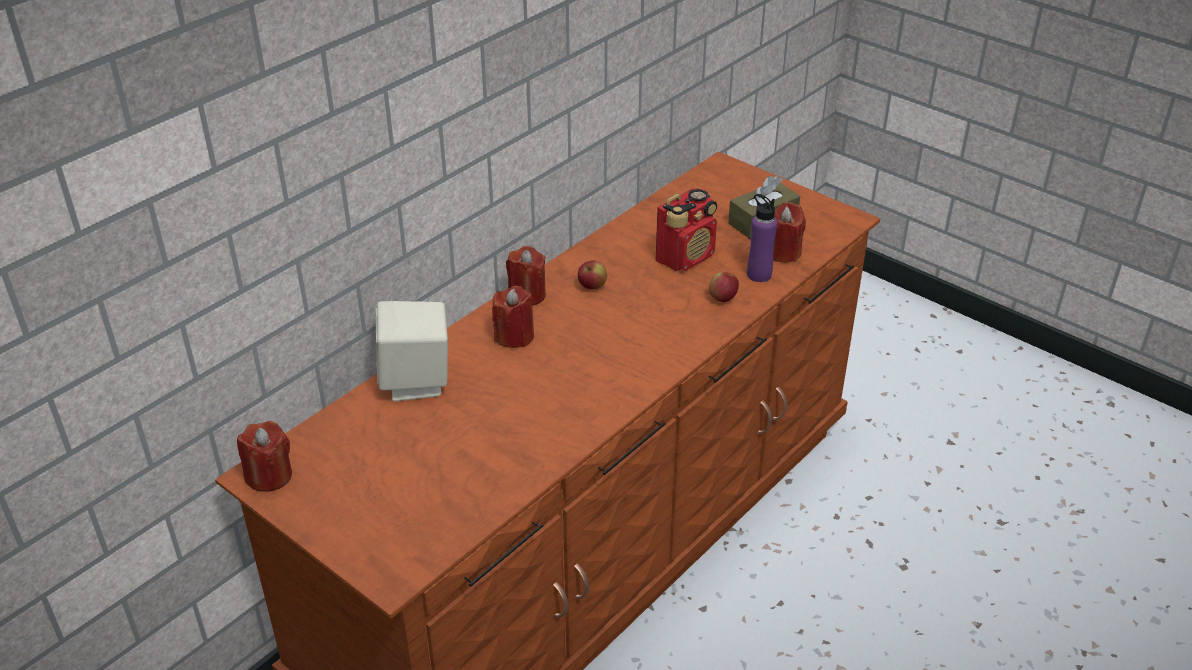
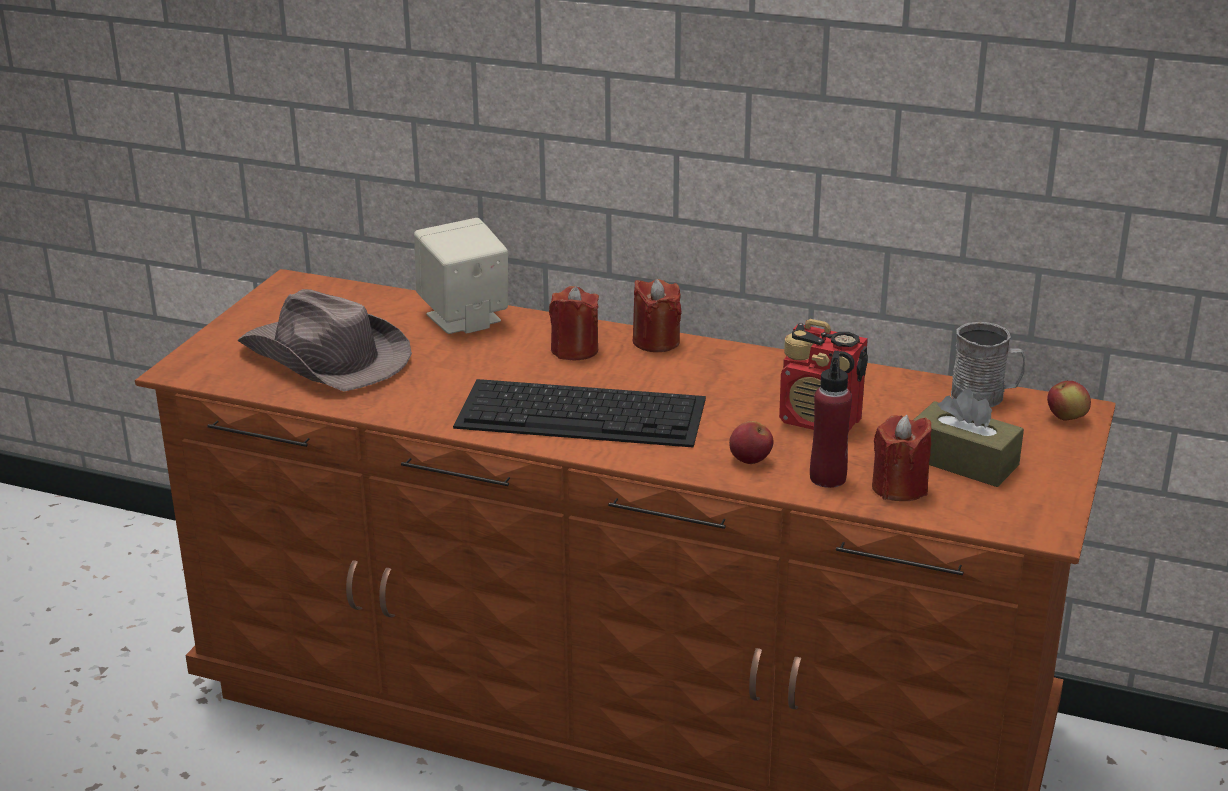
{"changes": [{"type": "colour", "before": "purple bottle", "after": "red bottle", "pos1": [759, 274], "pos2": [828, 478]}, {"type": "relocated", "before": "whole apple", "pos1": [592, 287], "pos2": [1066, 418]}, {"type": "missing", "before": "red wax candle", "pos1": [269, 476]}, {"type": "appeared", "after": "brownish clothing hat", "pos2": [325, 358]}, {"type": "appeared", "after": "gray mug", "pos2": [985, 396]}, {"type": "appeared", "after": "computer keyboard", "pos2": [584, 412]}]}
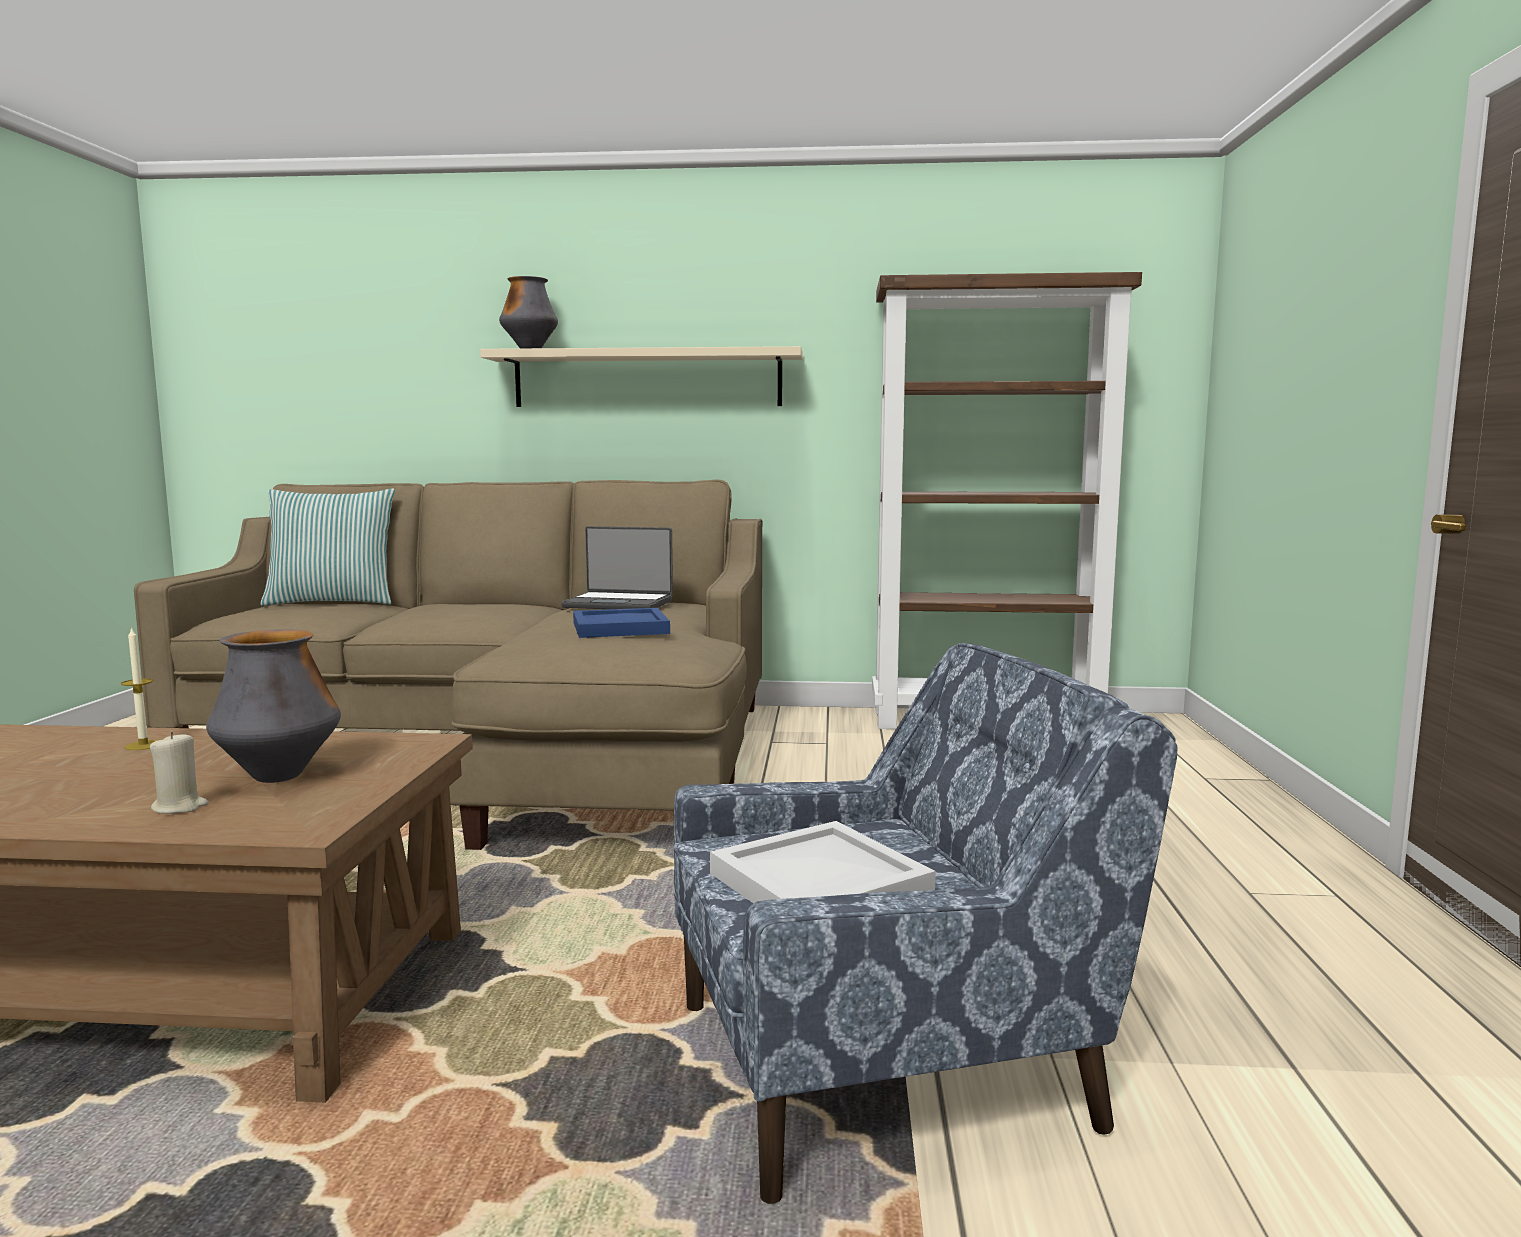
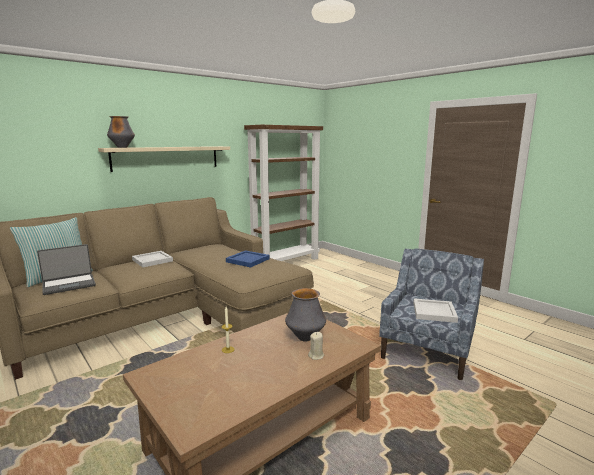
{"changes": [{"type": "relocated", "before": "laptop", "pos1": [619, 604], "pos2": [69, 285]}, {"type": "appeared", "after": "white-coloured tray", "pos2": [152, 260]}]}
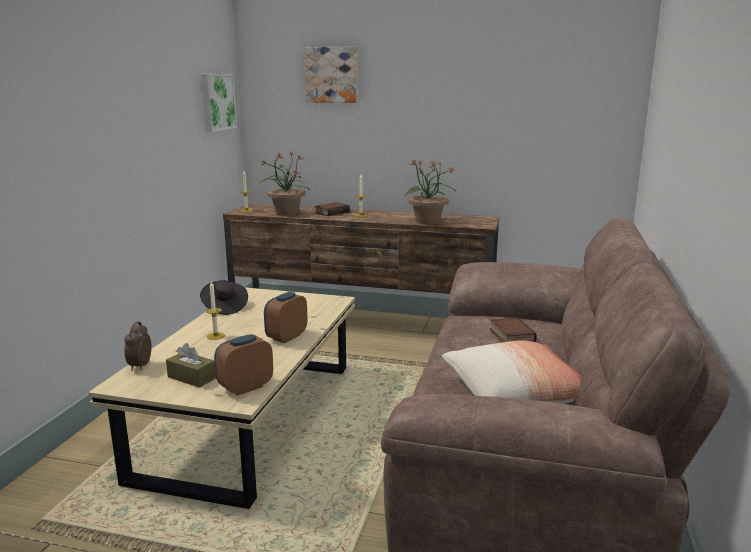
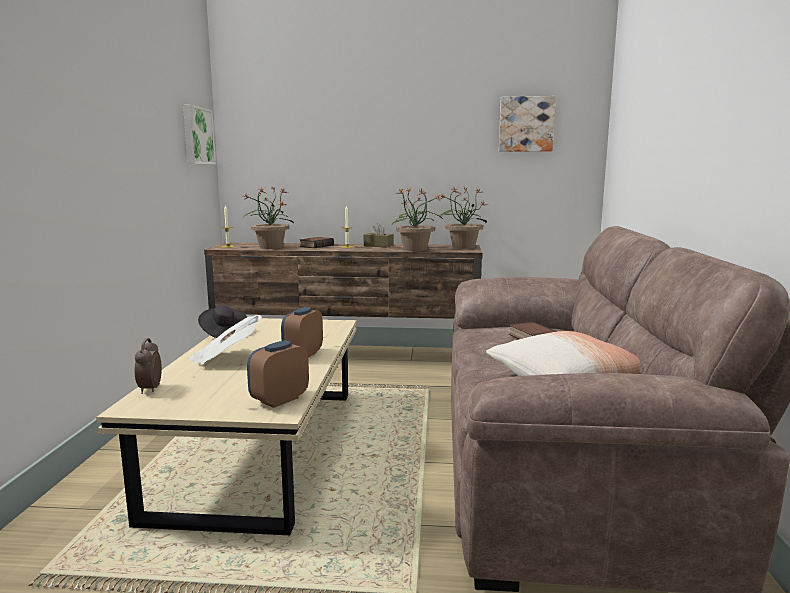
{"changes": [{"type": "relocated", "before": "wall picture", "pos1": [332, 75], "pos2": [526, 124]}, {"type": "exchanged", "before": "wax candle", "after": "newspaper", "pos1": [215, 336], "pos2": [225, 358]}, {"type": "relocated", "before": "brownish tissue holder", "pos1": [192, 377], "pos2": [378, 246]}, {"type": "appeared", "after": "houseplant", "pos2": [462, 247]}]}
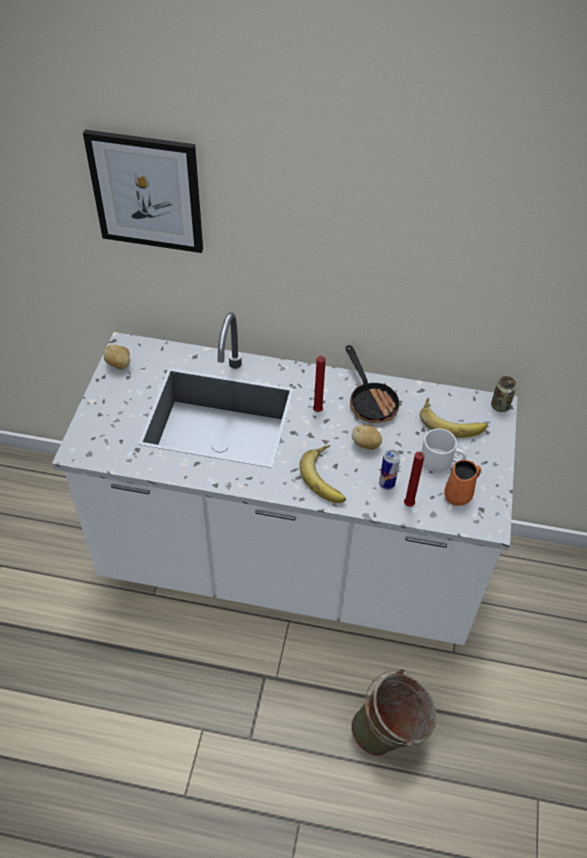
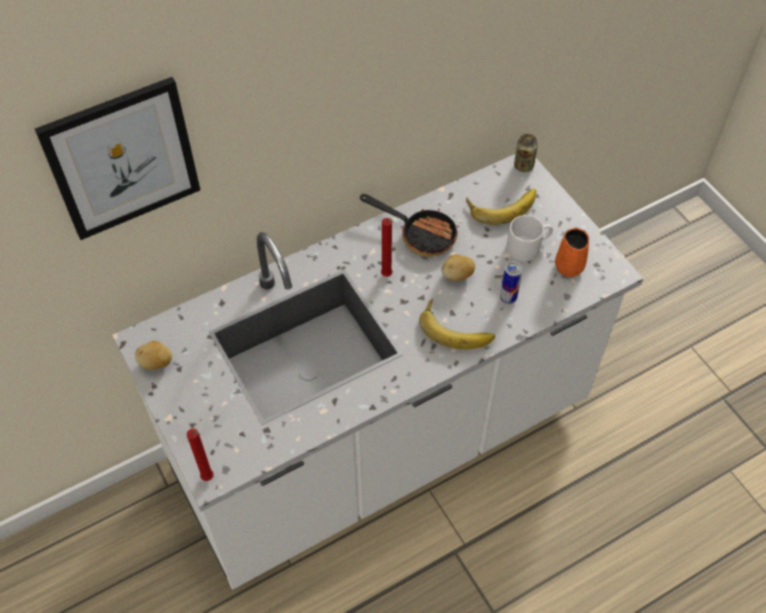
{"changes": [{"type": "relocated", "before": "red wax candle", "pos1": [409, 506], "pos2": [209, 478]}, {"type": "missing", "before": "green-coloured water bucket", "pos1": [390, 735]}]}
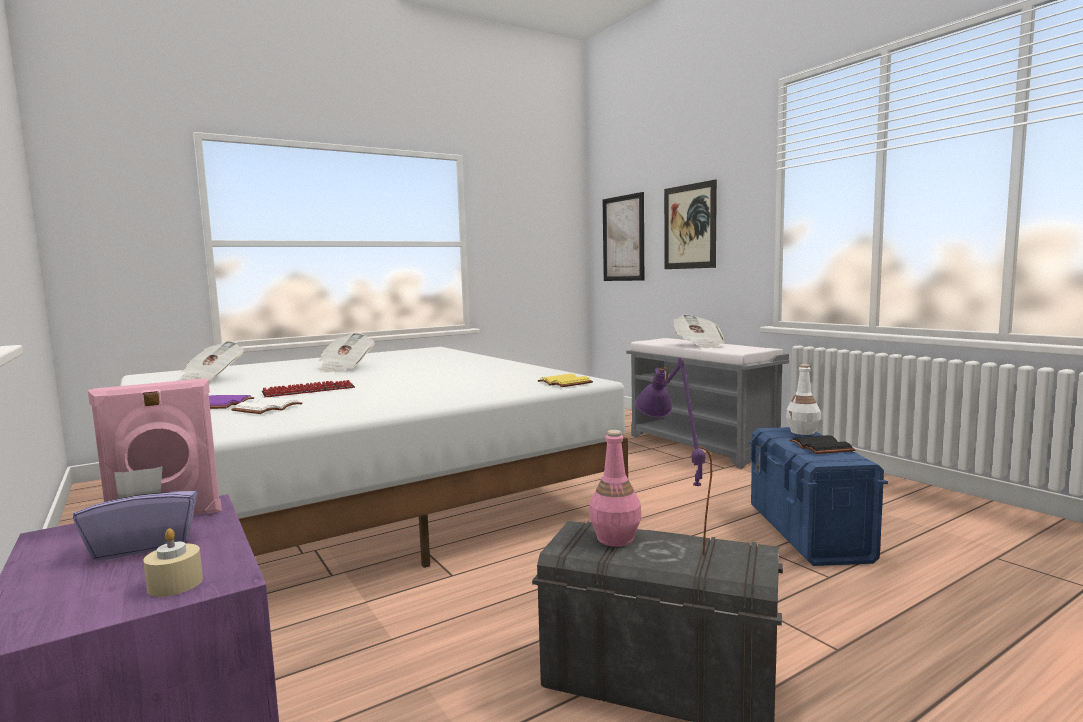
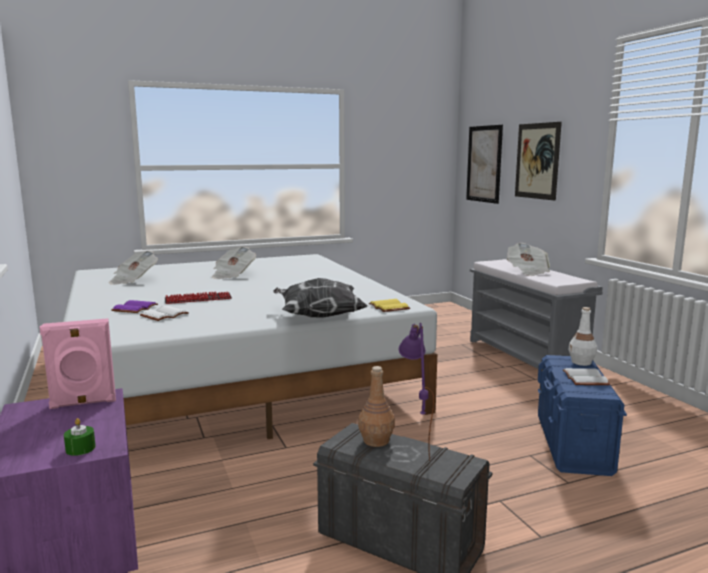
{"changes": [{"type": "colour", "before": "pink bottle", "after": "brownish bottle", "pos1": [614, 539], "pos2": [375, 441]}, {"type": "colour", "before": "blackish bound book", "after": "white-coloured bound book", "pos1": [823, 447], "pos2": [586, 379]}, {"type": "missing", "before": "purple tissue holder", "pos1": [145, 545]}, {"type": "colour", "before": "sand-coloured wax candle", "after": "green-coloured wax candle", "pos1": [175, 584], "pos2": [80, 448]}, {"type": "appeared", "after": "cushion", "pos2": [318, 317]}]}
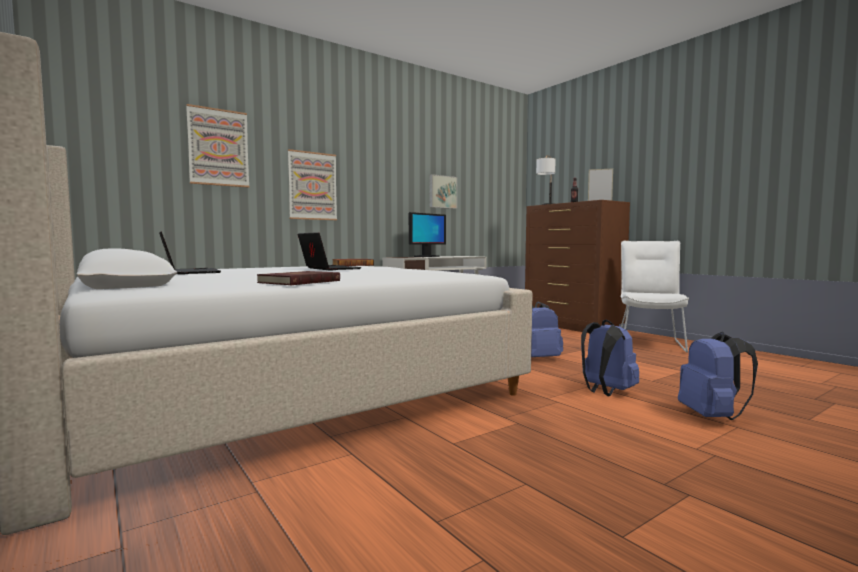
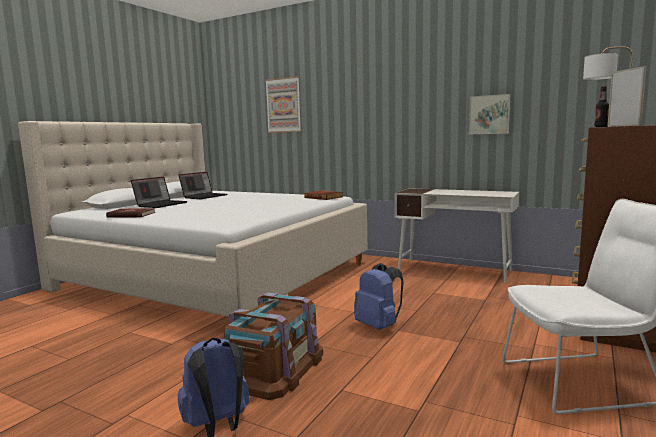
{"changes": [{"type": "missing", "before": "wall picture", "pos1": [312, 186]}, {"type": "missing", "before": "computer screen", "pos1": [426, 256]}, {"type": "relocated", "before": "laptop", "pos1": [328, 269], "pos2": [161, 204]}, {"type": "exchanged", "before": "bluish knapsack", "after": "brownish storage box", "pos1": [605, 392], "pos2": [274, 367]}]}
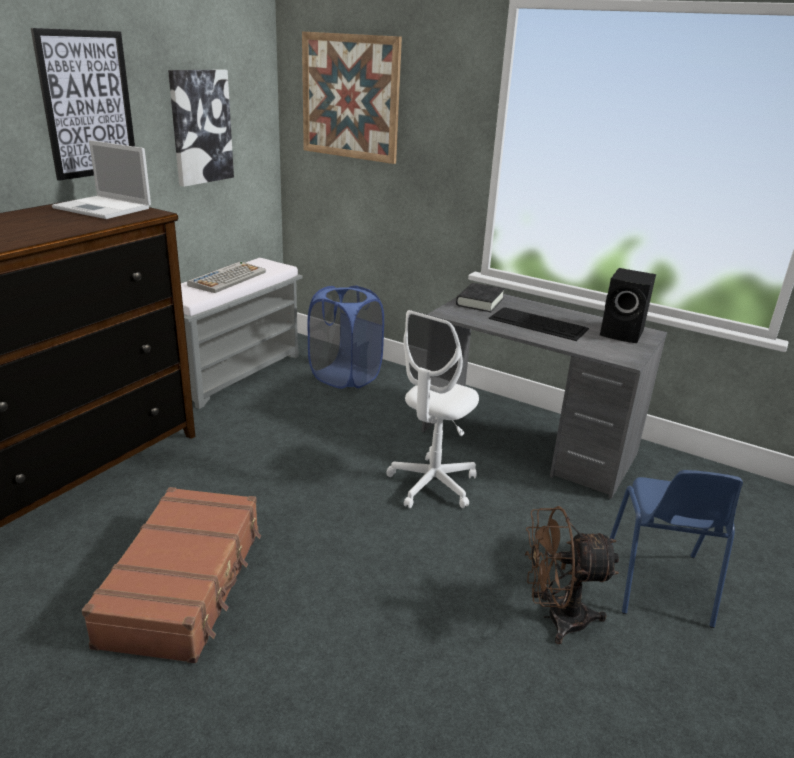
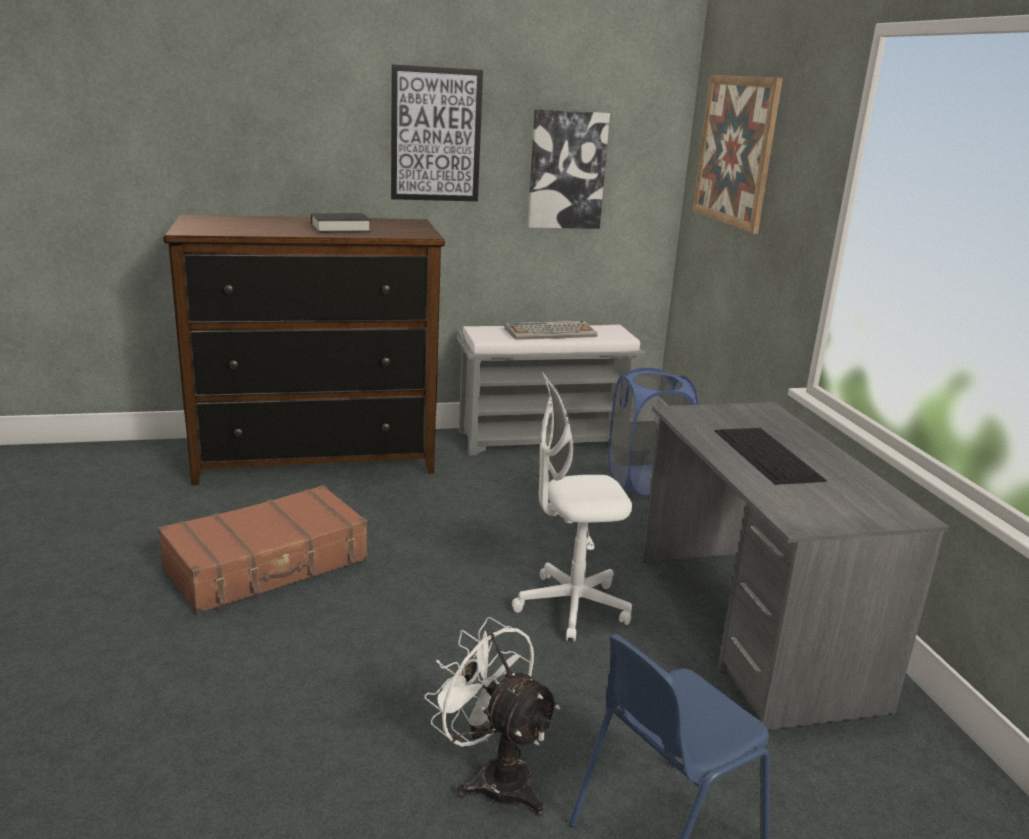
{"changes": [{"type": "missing", "before": "laptop", "pos1": [104, 208]}, {"type": "missing", "before": "blackish audio speaker", "pos1": [623, 333]}, {"type": "relocated", "before": "blackish bound book", "pos1": [480, 302], "pos2": [340, 228]}, {"type": "colour", "before": "brownish cooling fan", "after": "white-coloured cooling fan", "pos1": [556, 618], "pos2": [493, 777]}]}
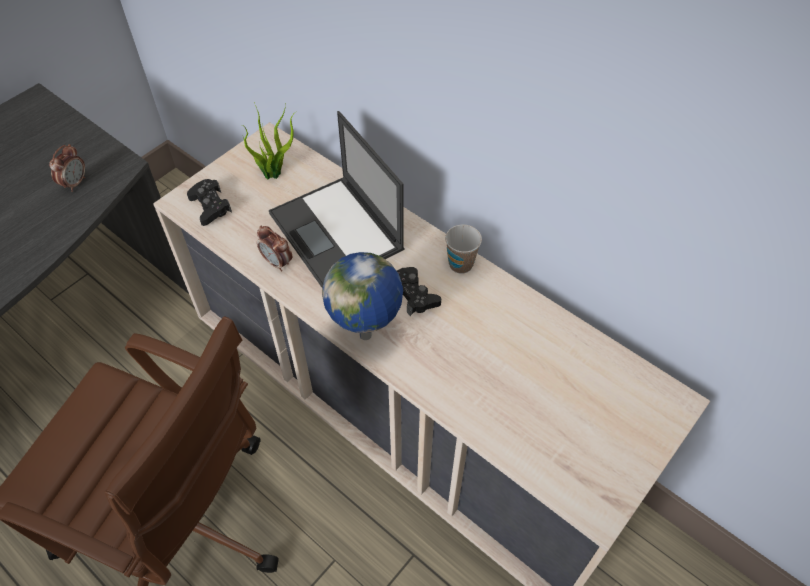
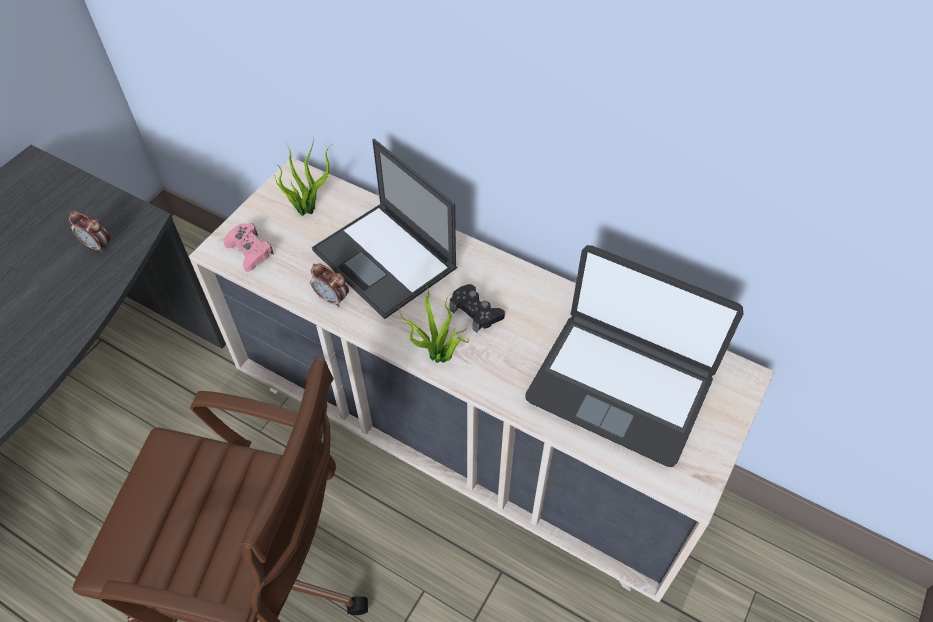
{"changes": [{"type": "spun", "before": "bedside clock", "pos1": [75, 183], "pos2": [98, 246], "turn": 105}, {"type": "colour", "before": "blackish game controller", "after": "pink game controller", "pos1": [210, 206], "pos2": [249, 251]}, {"type": "missing", "before": "small cup", "pos1": [460, 264]}, {"type": "exchanged", "before": "world globe", "after": "houseplant", "pos1": [367, 335], "pos2": [439, 358]}, {"type": "appeared", "after": "laptop", "pos2": [620, 386]}]}
